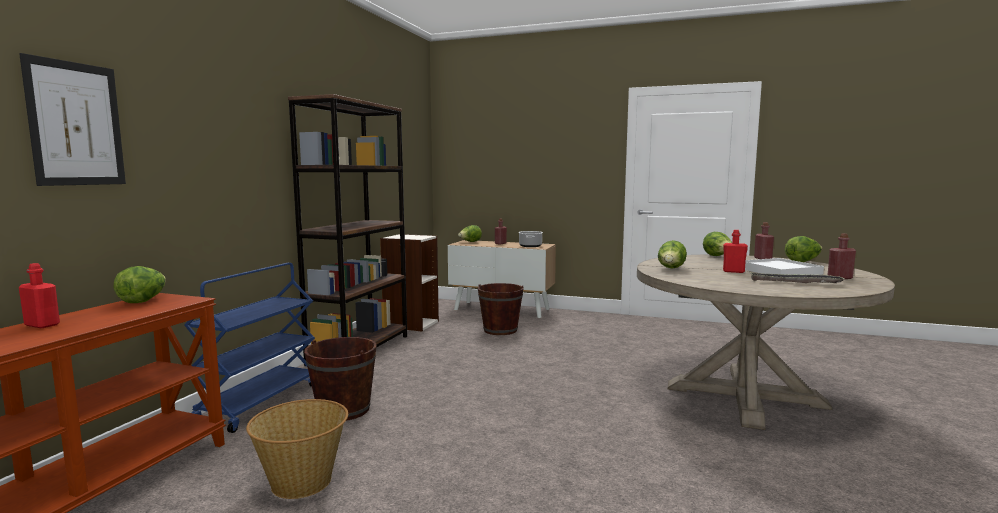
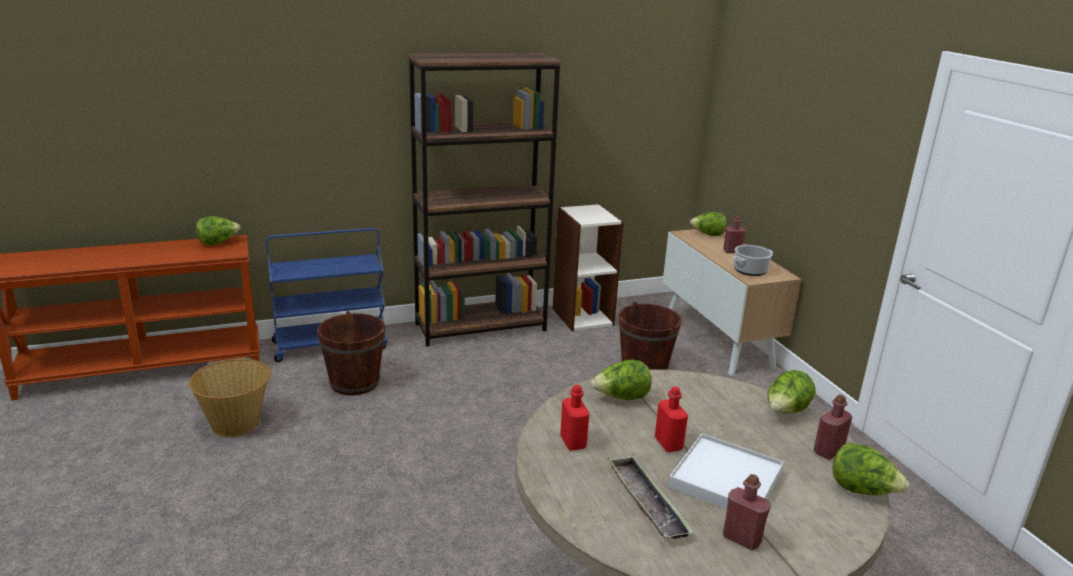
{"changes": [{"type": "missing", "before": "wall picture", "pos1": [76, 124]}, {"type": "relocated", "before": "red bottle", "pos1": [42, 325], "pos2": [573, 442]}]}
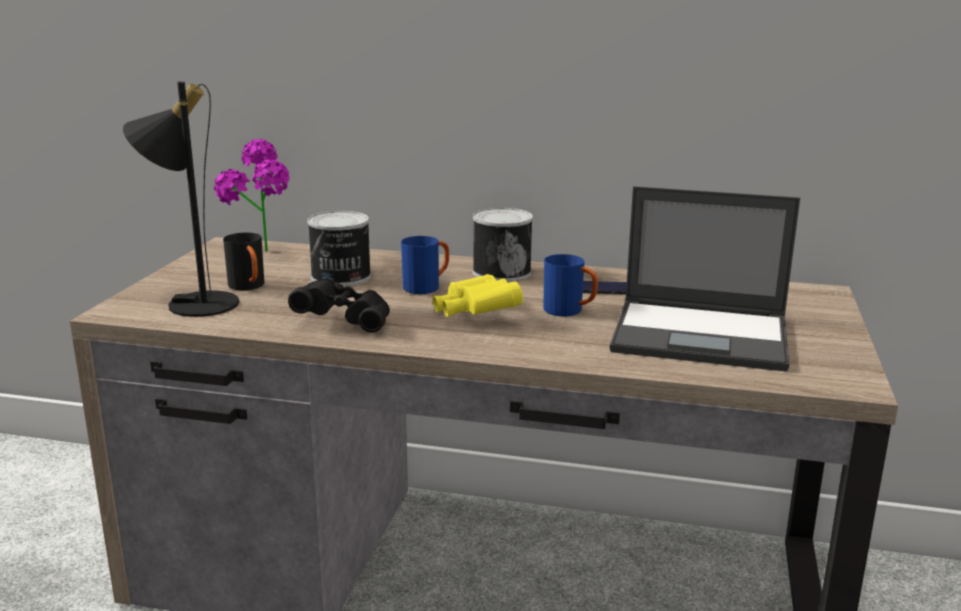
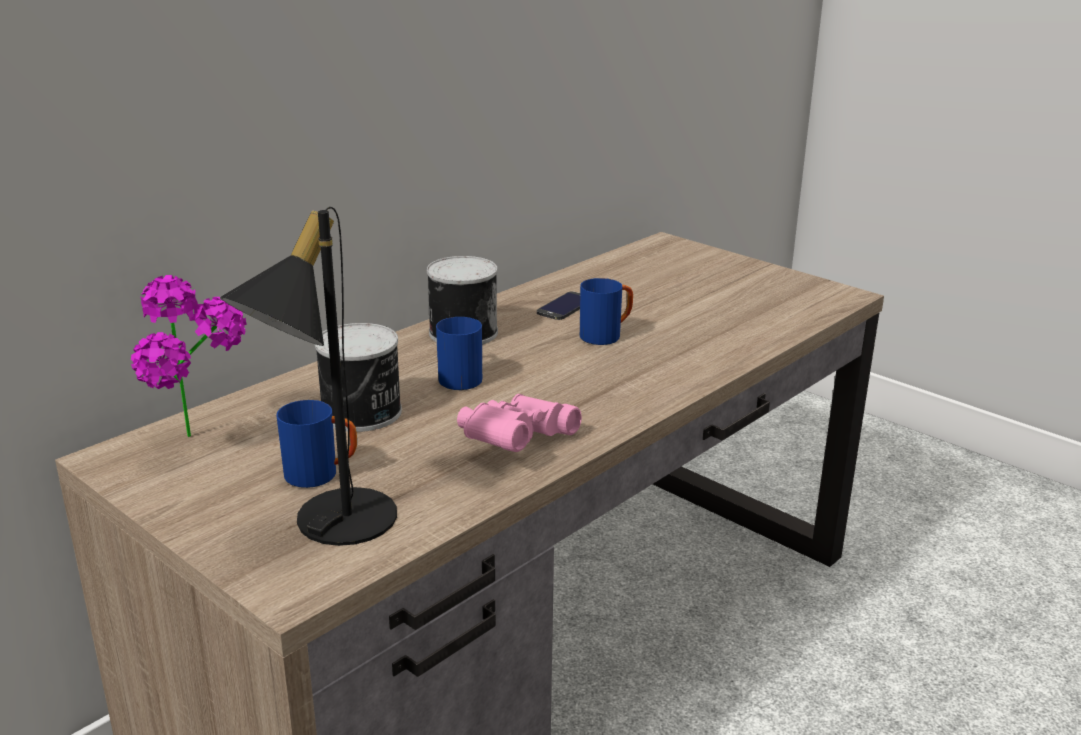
{"changes": [{"type": "missing", "before": "laptop", "pos1": [702, 336]}, {"type": "colour", "before": "blackish mug", "after": "bluish mug", "pos1": [249, 287], "pos2": [321, 475]}, {"type": "missing", "before": "yellowish pair of binoculars", "pos1": [475, 315]}, {"type": "colour", "before": "blackish pair of binoculars", "after": "pink pair of binoculars", "pos1": [345, 322], "pos2": [514, 442]}]}
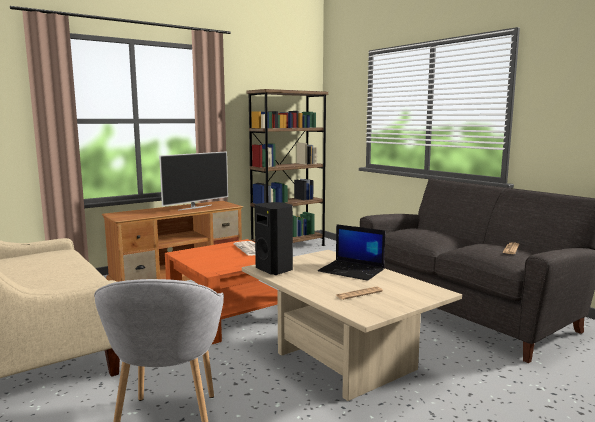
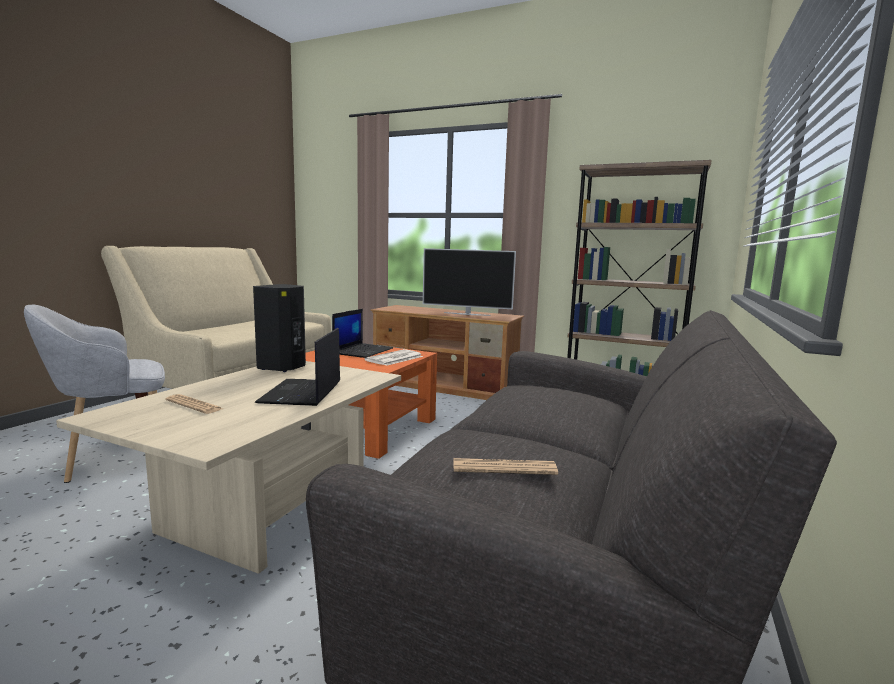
{"changes": [{"type": "appeared", "after": "laptop", "pos2": [363, 351]}]}
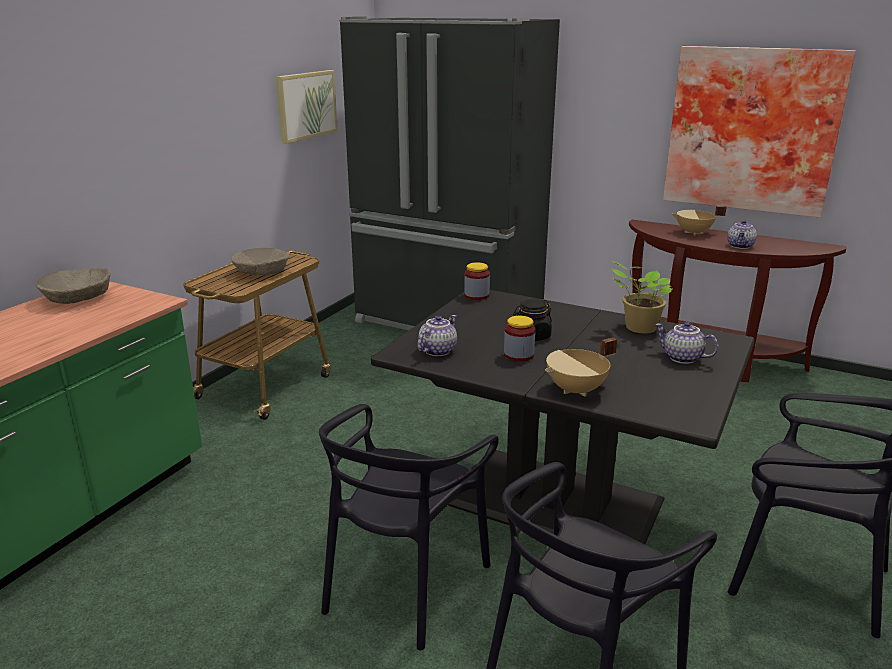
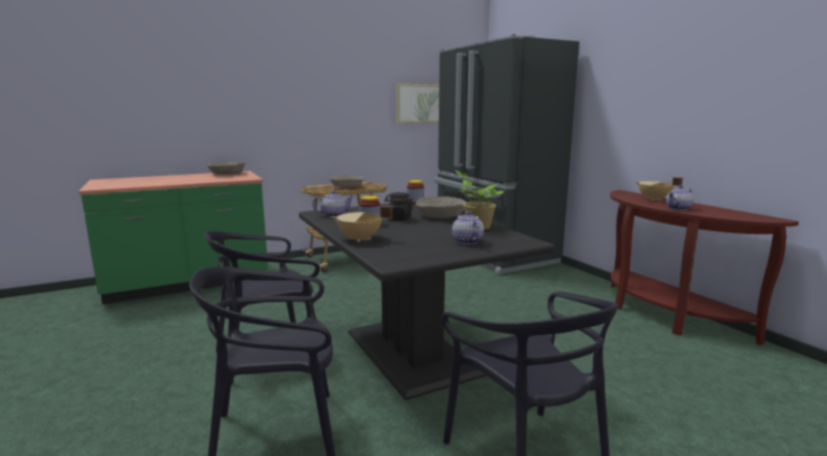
{"changes": [{"type": "missing", "before": "wall picture", "pos1": [752, 130]}, {"type": "appeared", "after": "sand-coloured bowl", "pos2": [441, 216]}]}
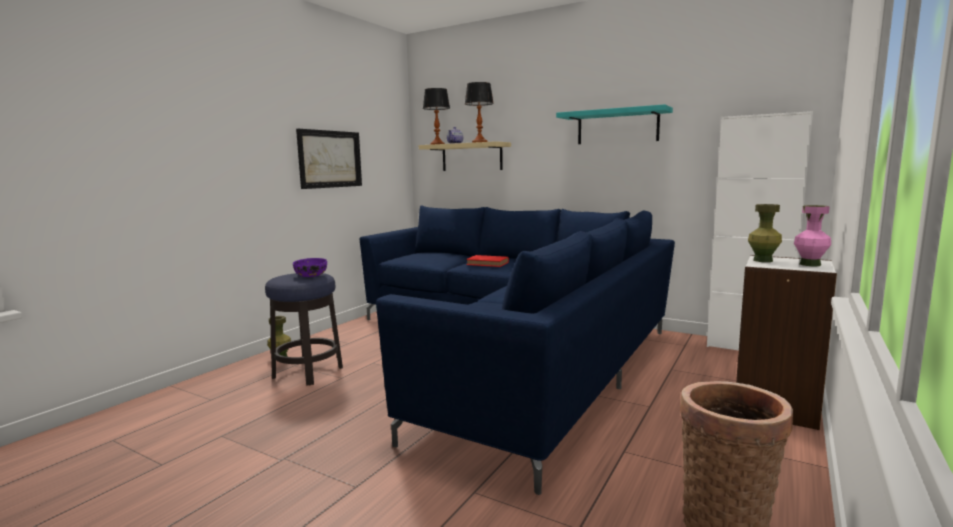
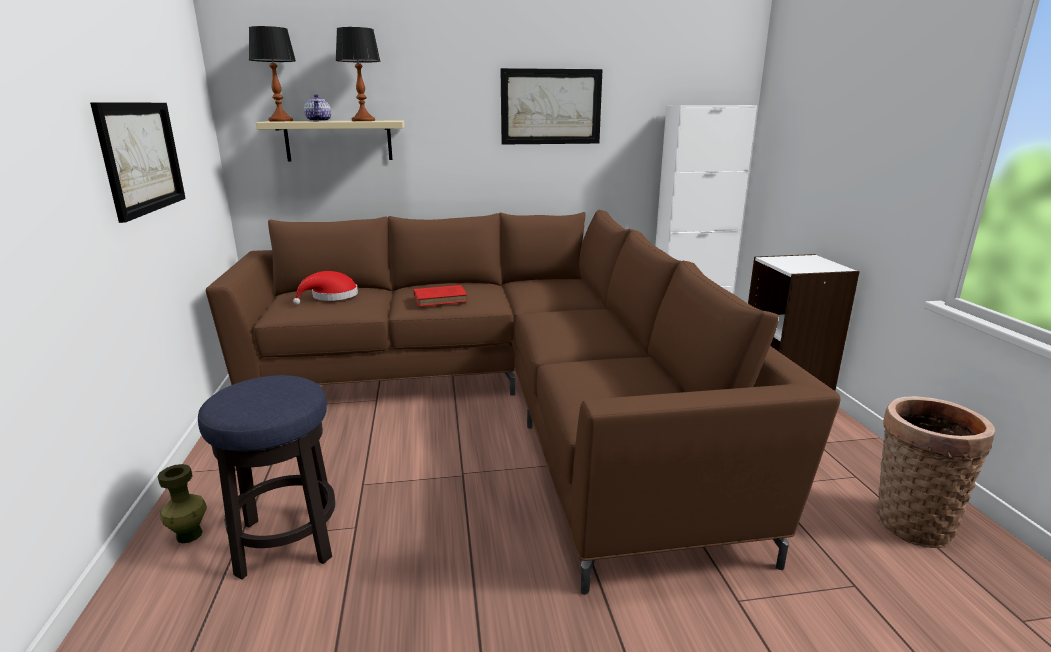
{"changes": [{"type": "exchanged", "before": "turquoise-coloured wall shelf", "after": "wall picture", "pos1": [617, 127], "pos2": [551, 107]}, {"type": "missing", "before": "green-coloured vase", "pos1": [763, 260]}, {"type": "colour", "before": "bluish sofa", "after": "brownish sofa", "pos1": [515, 349], "pos2": [505, 401]}, {"type": "missing", "before": "pink vase", "pos1": [810, 264]}, {"type": "missing", "before": "purple bowl", "pos1": [310, 275]}, {"type": "appeared", "after": "red clothing hat", "pos2": [331, 297]}]}
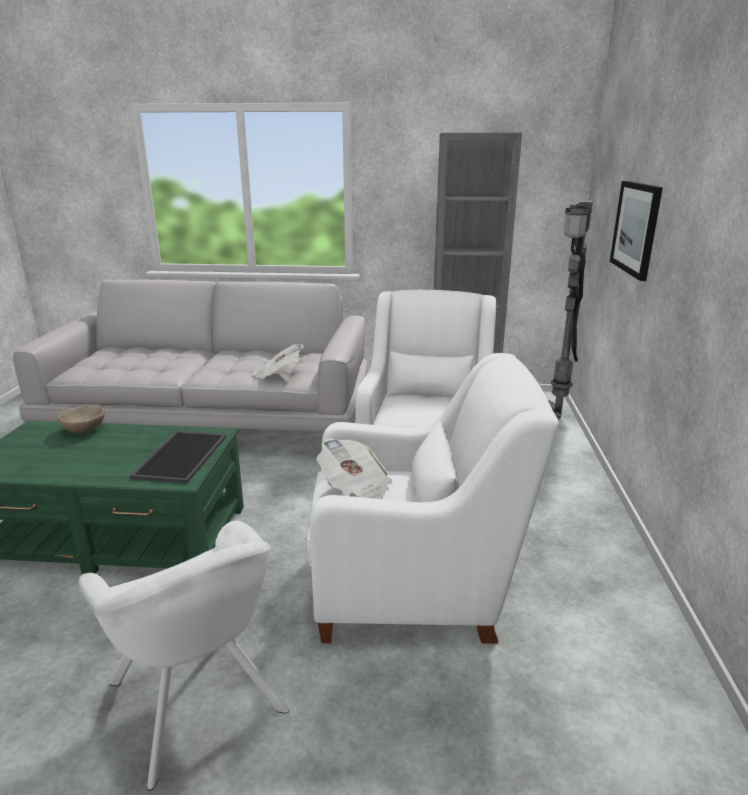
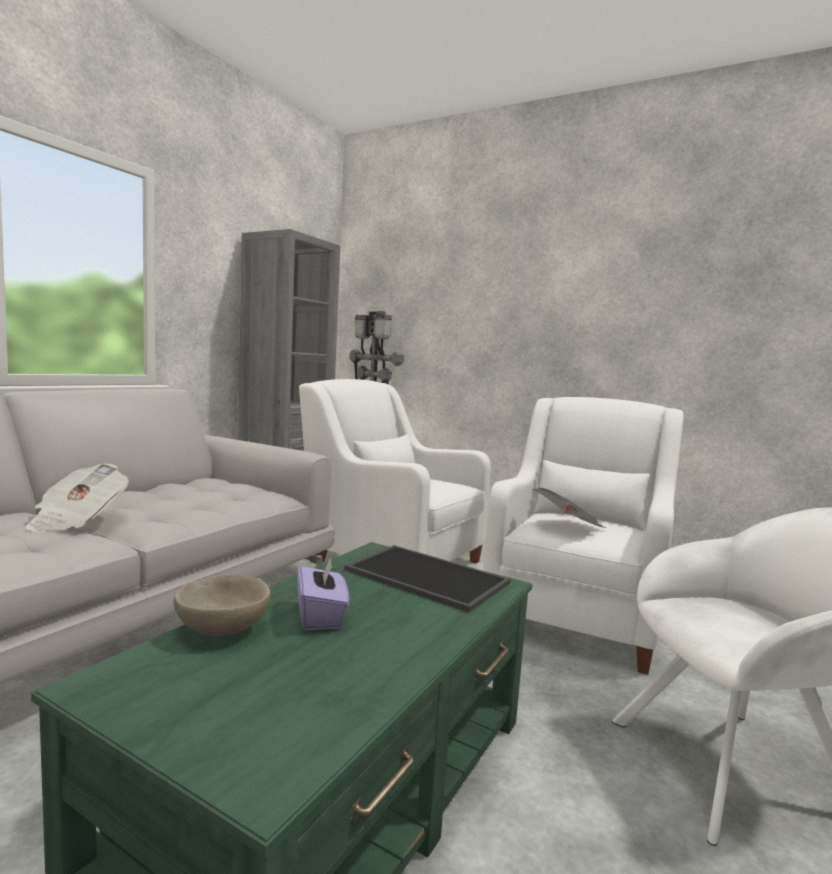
{"changes": [{"type": "missing", "before": "wall picture", "pos1": [636, 228]}, {"type": "relocated", "before": "newspaper", "pos1": [278, 374], "pos2": [77, 520]}, {"type": "appeared", "after": "purple tissue holder", "pos2": [321, 616]}]}
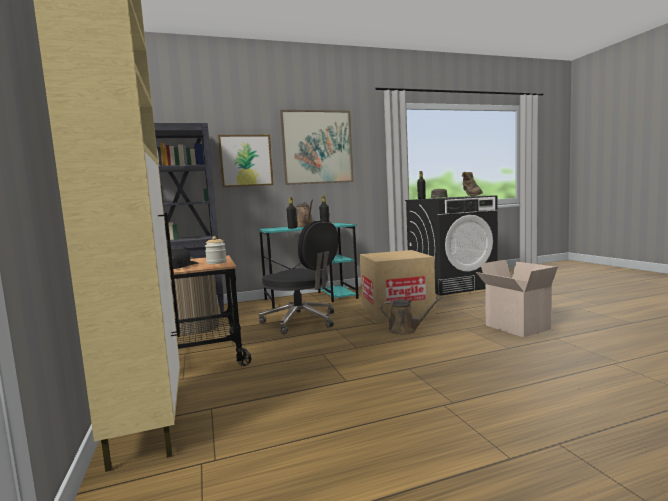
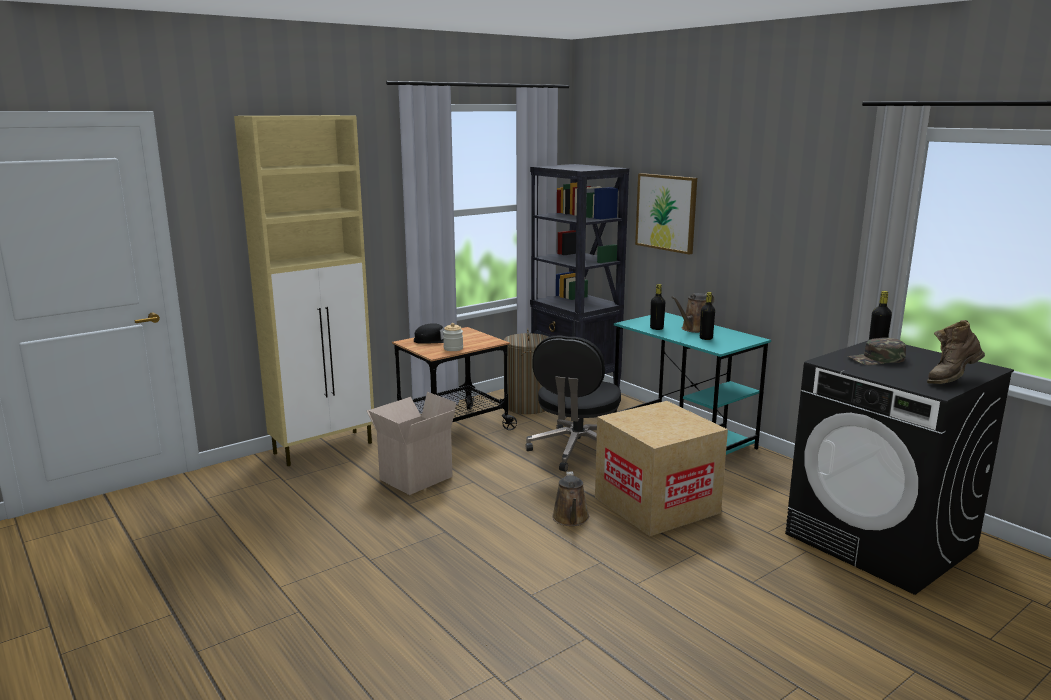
{"changes": [{"type": "missing", "before": "wall picture", "pos1": [317, 147]}, {"type": "relocated", "before": "cardboard box", "pos1": [515, 327], "pos2": [415, 477]}]}
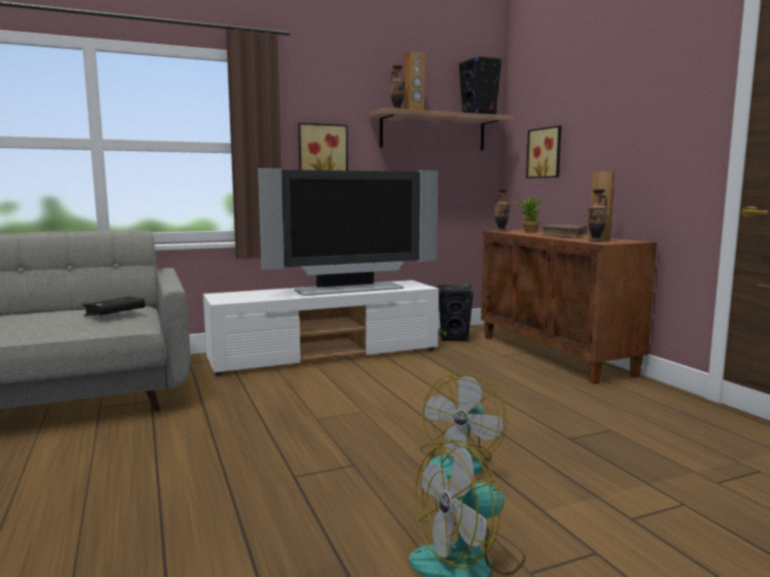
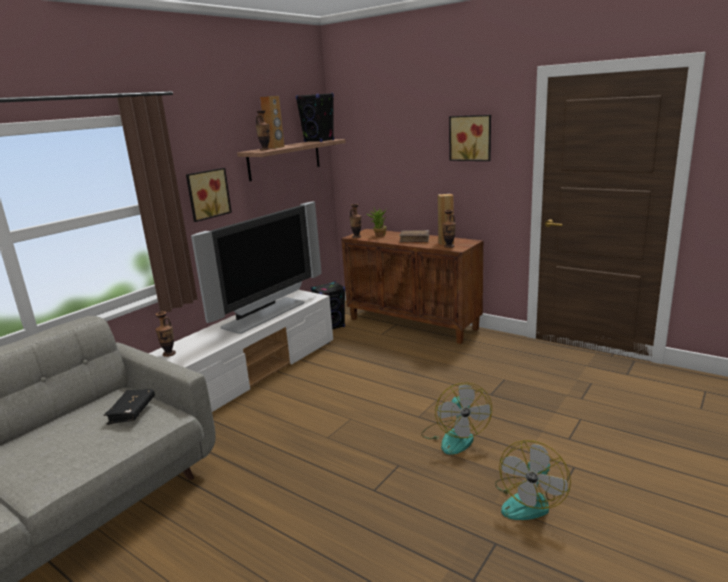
{"changes": [{"type": "relocated", "before": "wall picture", "pos1": [546, 153], "pos2": [471, 138]}, {"type": "appeared", "after": "vase", "pos2": [169, 354]}]}
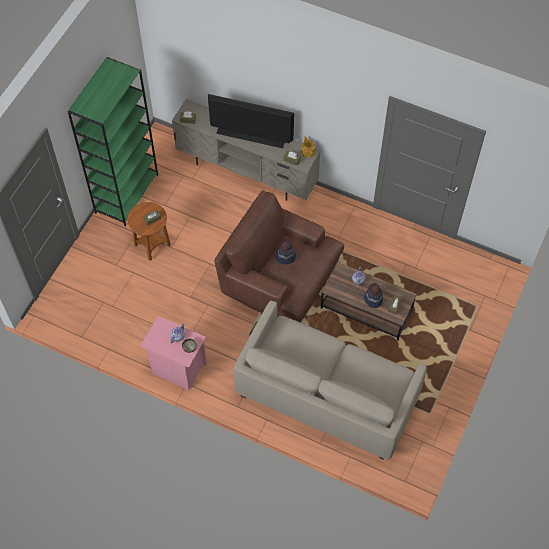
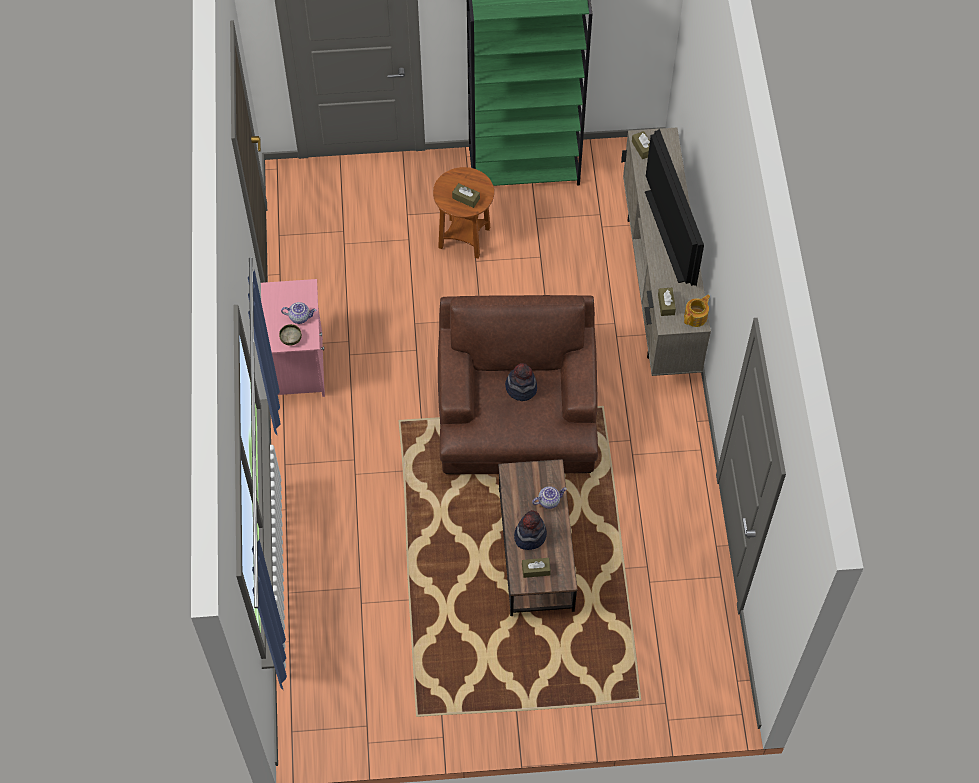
{"changes": [{"type": "missing", "before": "sand-coloured sofa", "pos1": [326, 395]}]}
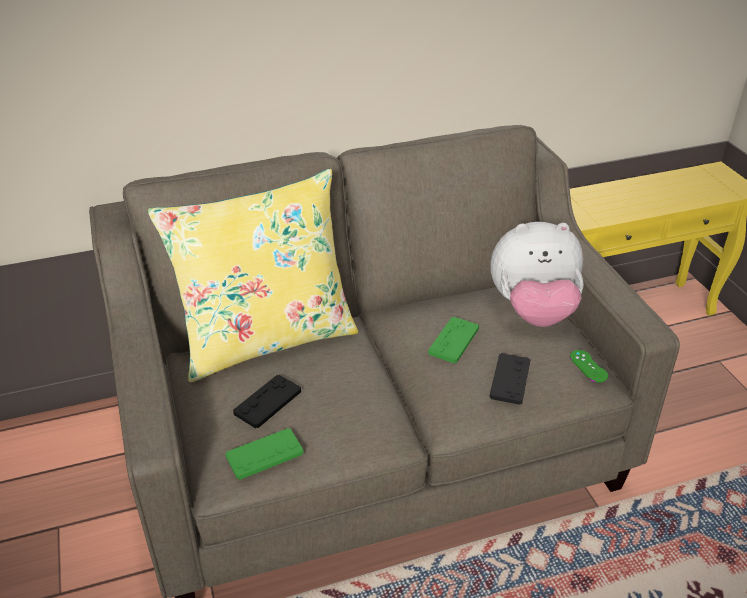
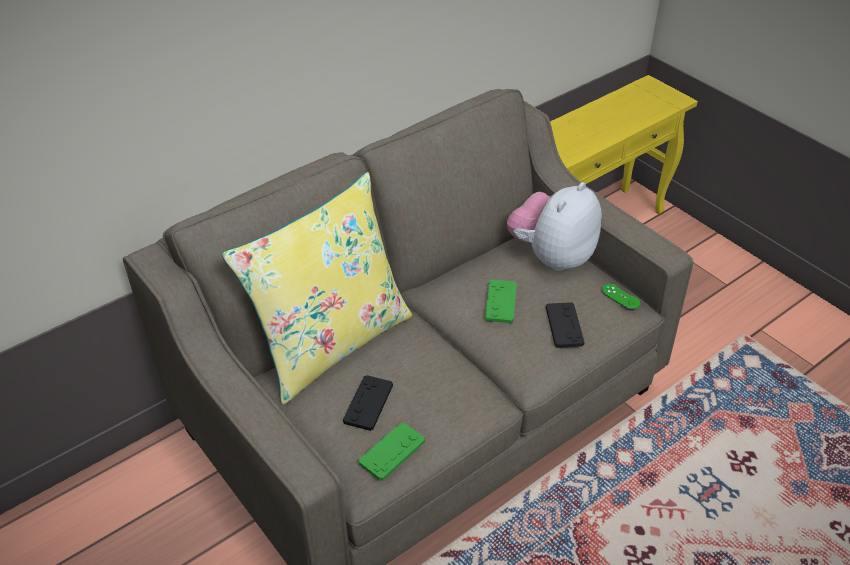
{"changes": [{"type": "spun", "before": "cuddly toy", "pos1": [533, 311], "pos2": [552, 257], "turn": 150}]}
